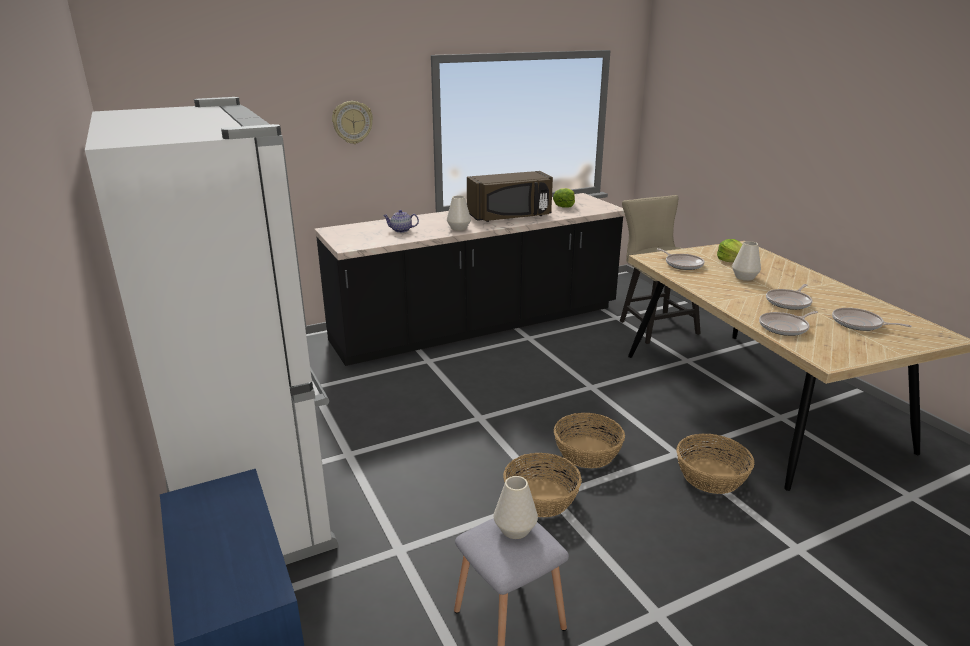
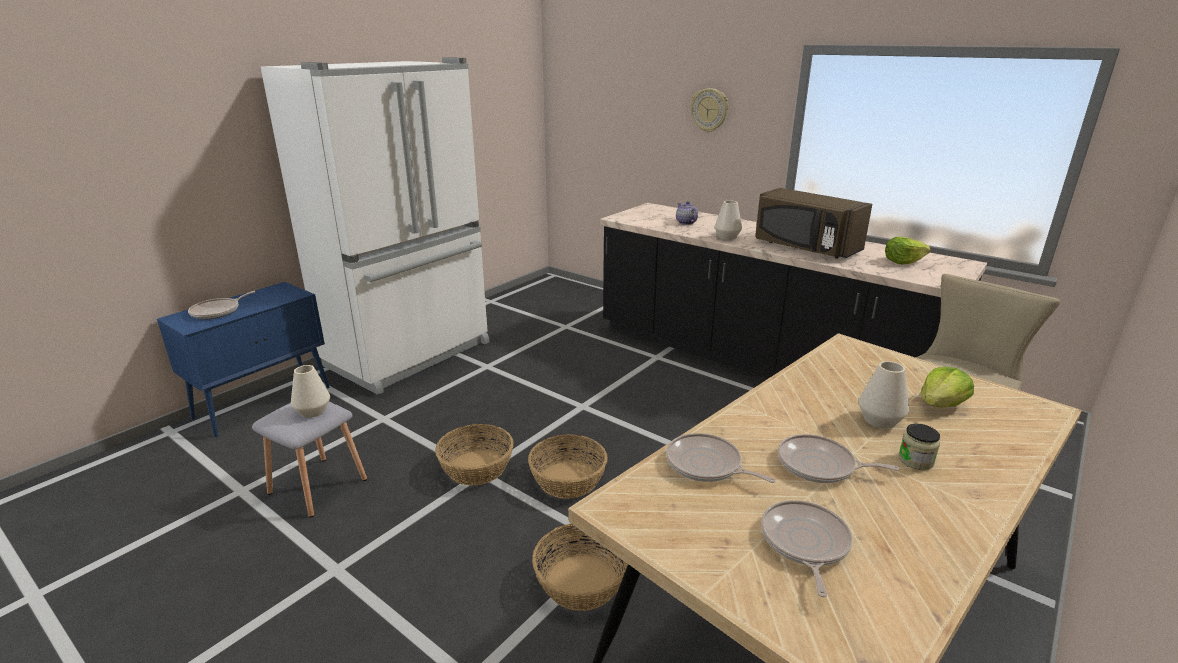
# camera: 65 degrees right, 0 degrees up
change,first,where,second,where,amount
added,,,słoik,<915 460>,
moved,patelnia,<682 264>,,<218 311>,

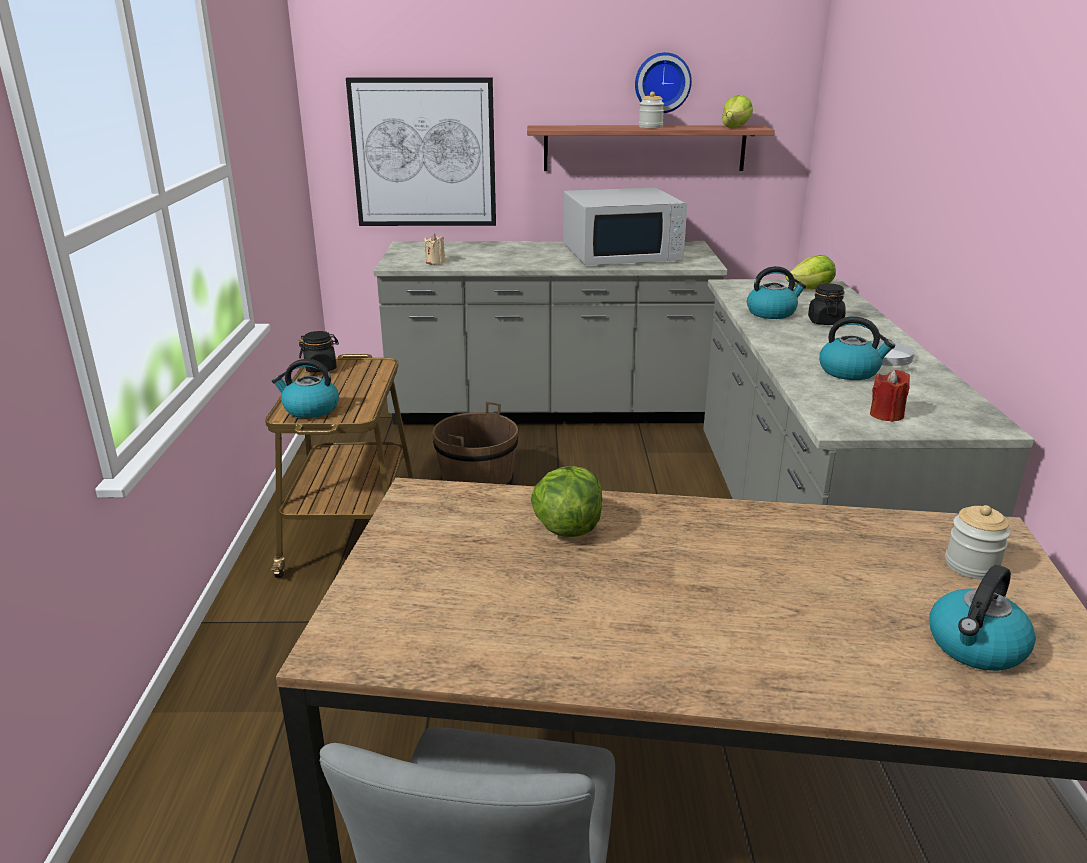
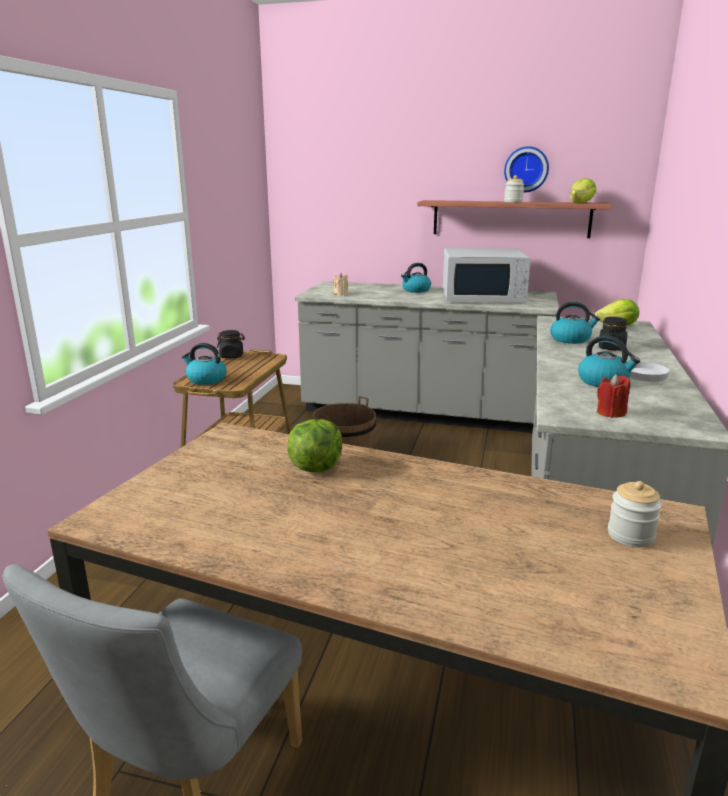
# camera: 15 degrees right, 5 degrees down
change,first,where,second,where,amount
removed,obraz,<424 153>,,,
moved,czajnik,<975 647>,,<416 290>,

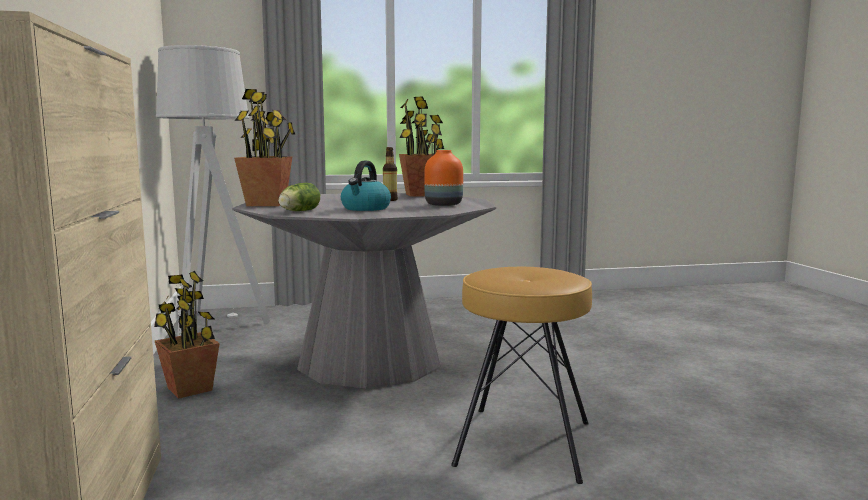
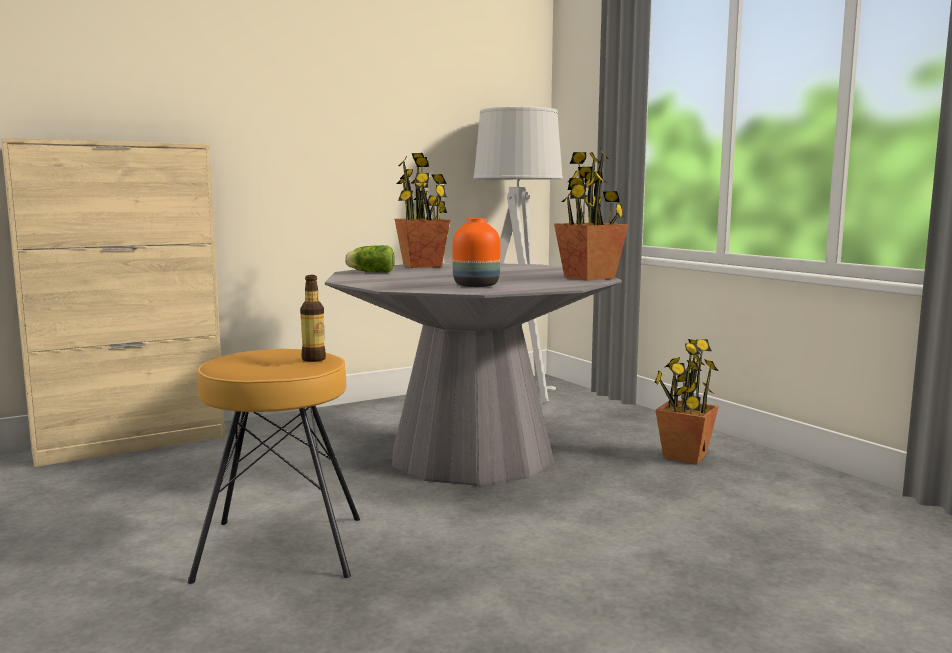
# camera: 70 degrees right, 0 degrees up
change,first,where,second,where,amount
removed,czajnik,<365 208>,,,
moved,roślina doniczkowa,<190 389>,,<684 456>,
moved,butelka,<390 200>,,<314 359>,

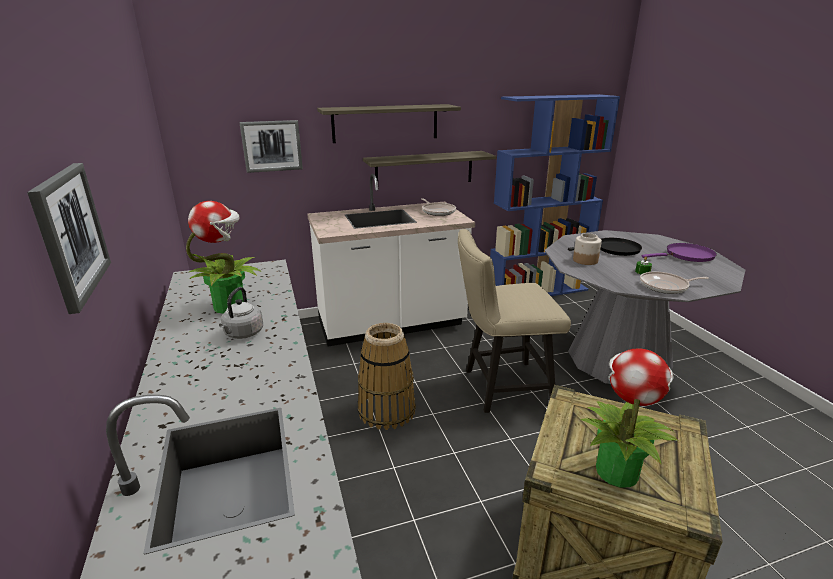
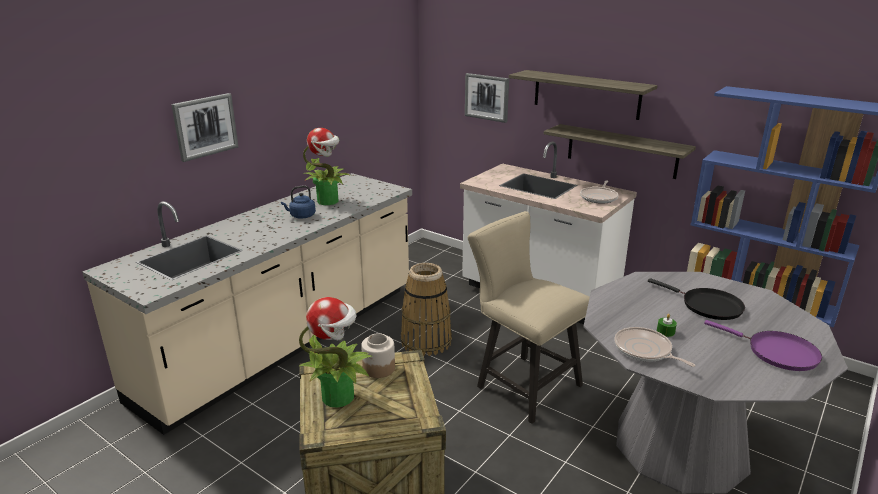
# camera: 55 degrees right, 0 degrees up
change,first,where,second,where,amount
moved,słoik,<585 260>,,<378 368>,
recoloured,czajnik (szary),<243 334>,czajnik (niebieski),<301 216>,

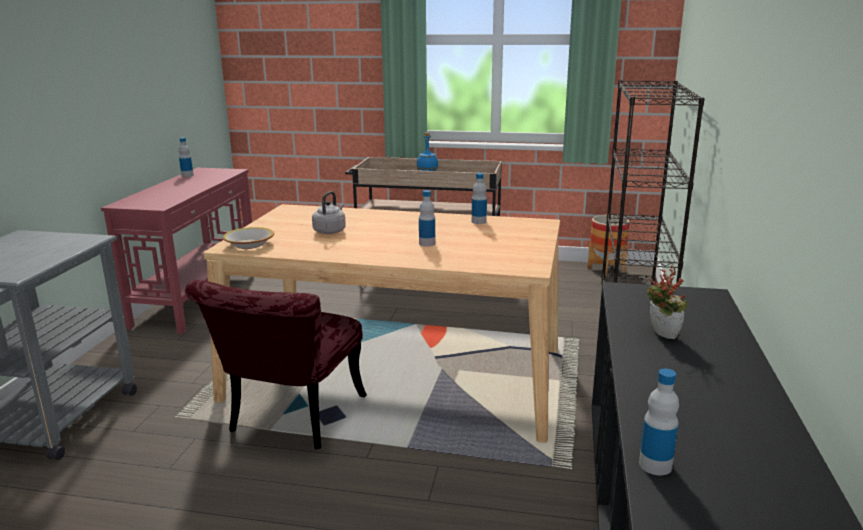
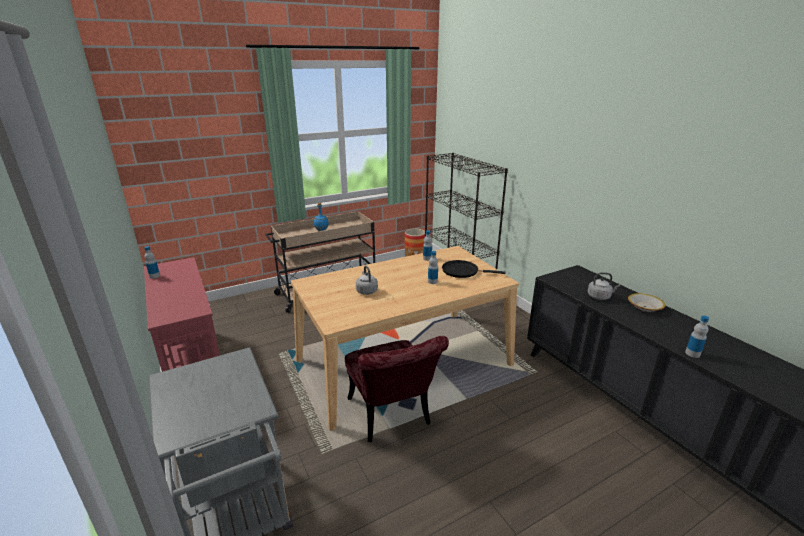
# camera: 40 degrees left, 5 degrees up
change,first,where,second,where,amount
added,,,patelnia (czarny),<462 271>,
moved,miska,<250 244>,,<644 307>,
replaced,roślina doniczkowa,<661 335>,czajnik (szary),<600 297>,

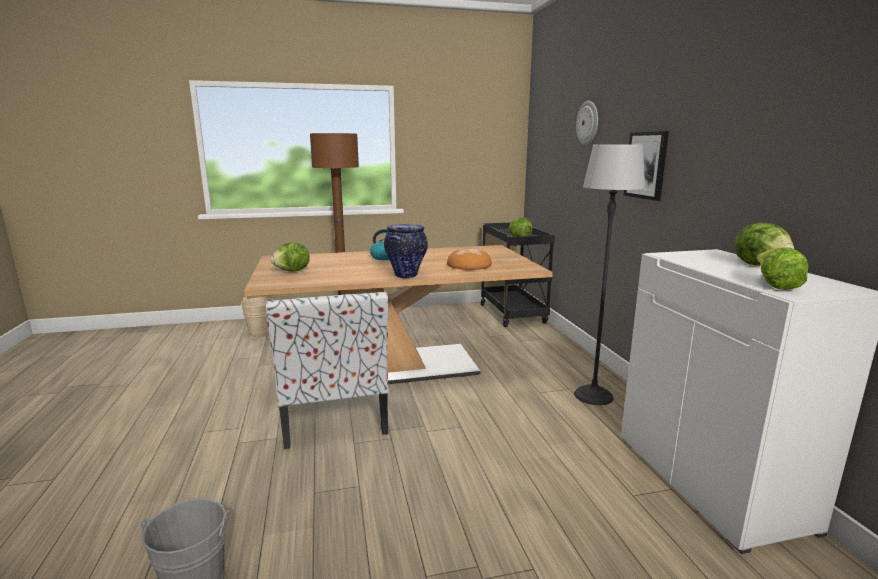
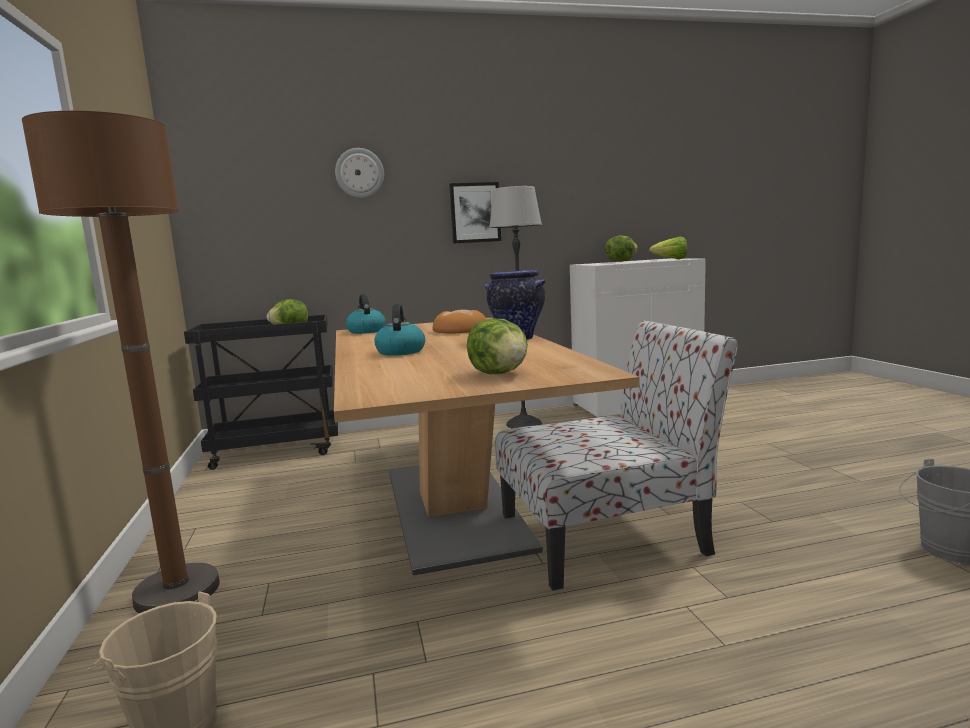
# camera: 90 degrees left, 5 degrees down
change,first,where,second,where,amount
added,,,czajnik,<366 331>,

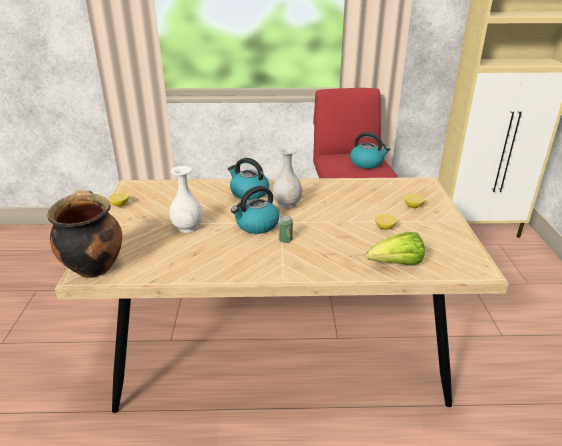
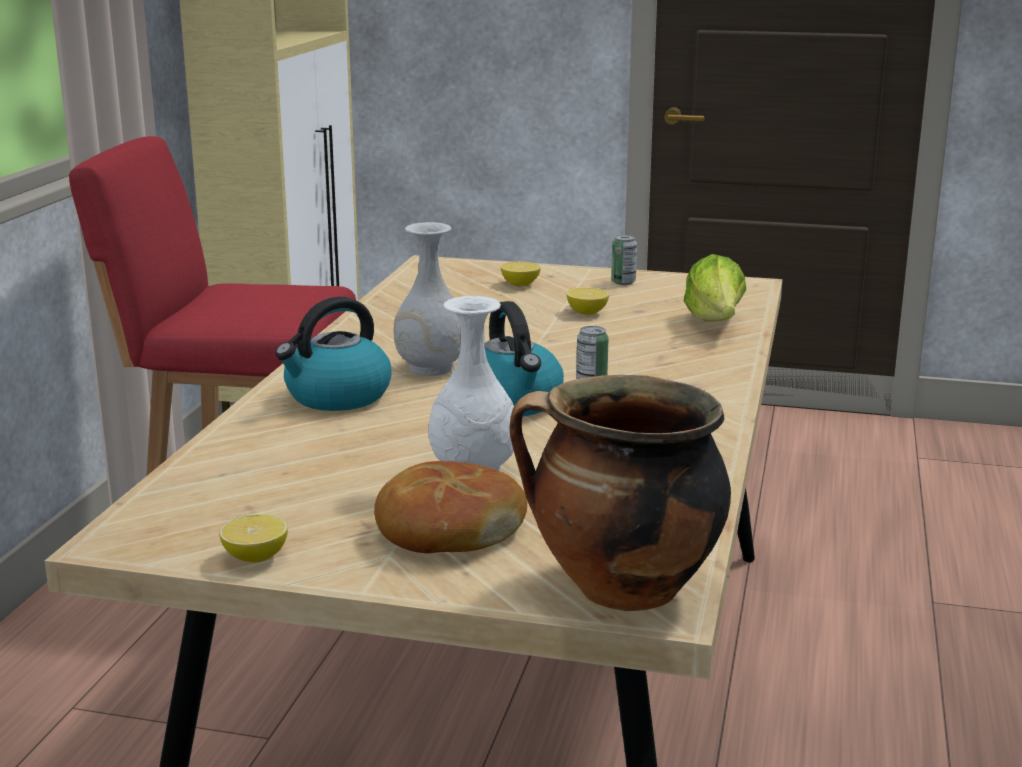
# camera: 75 degrees left, 10 degrees down
change,first,where,second,where,amount
removed,czajnik,<367 163>,,,
added,,,chleb,<448 530>,
added,,,puszka,<623 282>,

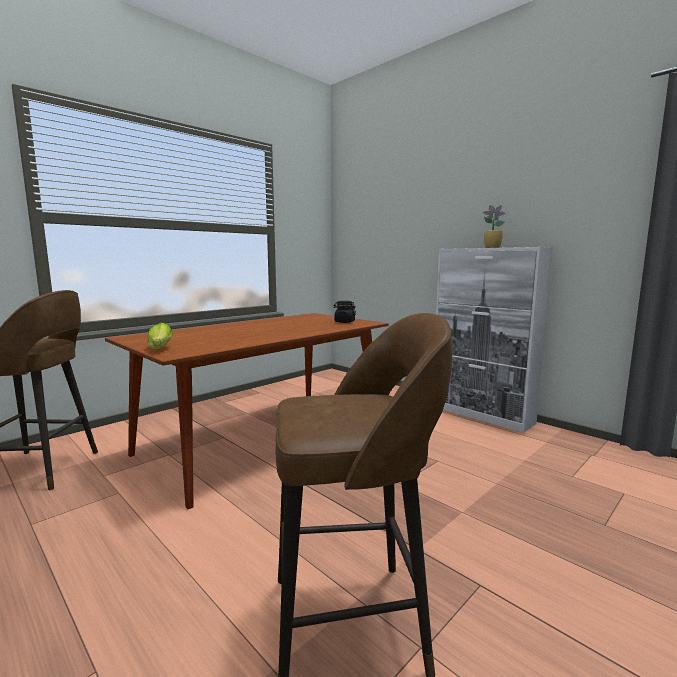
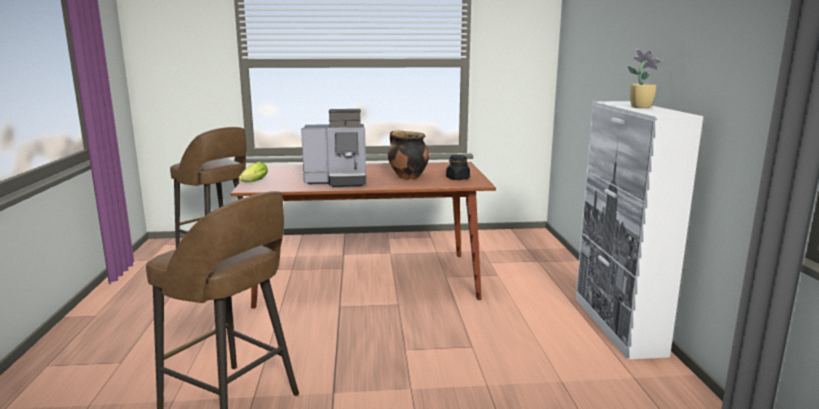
# camera: 40 degrees right, 5 degrees up
change,first,where,second,where,amount
added,,,ekspres do kawy,<338 181>,
added,,,garnek,<407 177>,

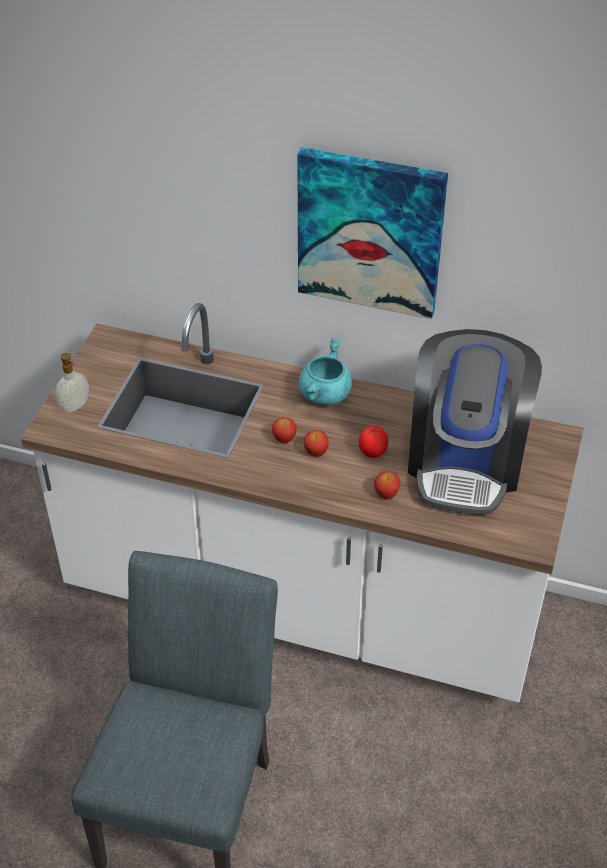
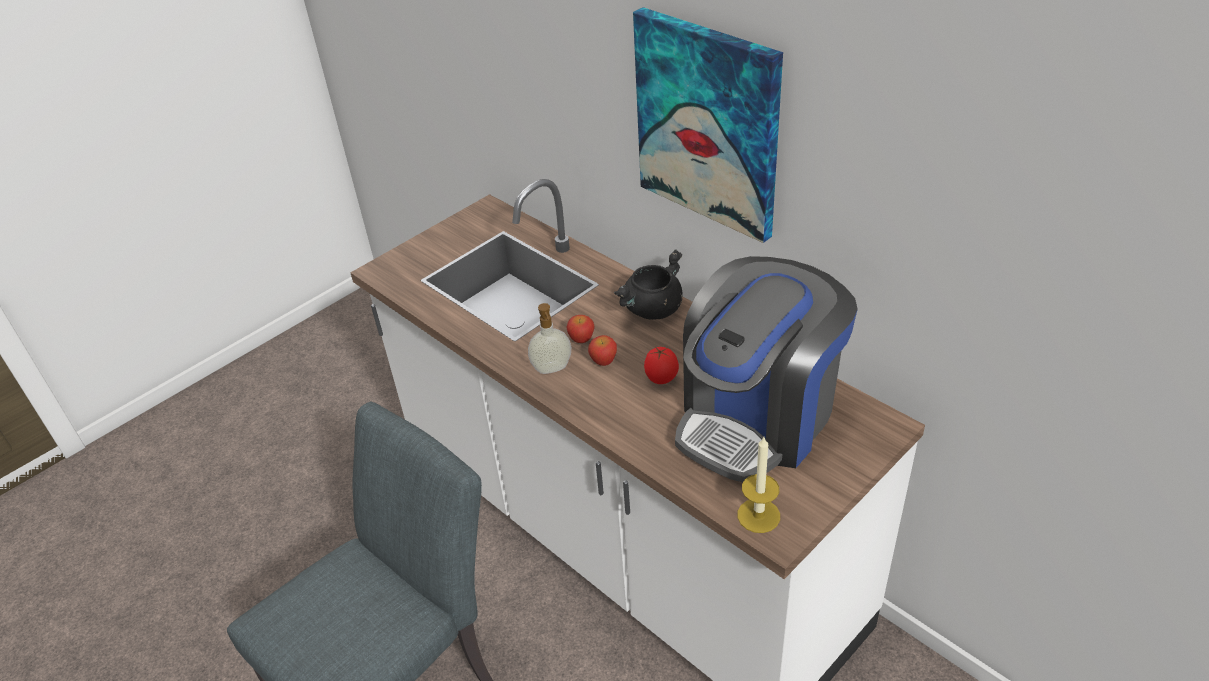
# camera: 30 degrees right, 5 degrees down
change,first,where,second,where,amount
removed,jabłko,<386 493>,,,
added,,,świeca,<758 515>,
moved,dozownik mydła,<75 406>,,<552 369>,
recoloured,garnek (turkusowy),<325 395>,garnek (czarny),<652 310>,

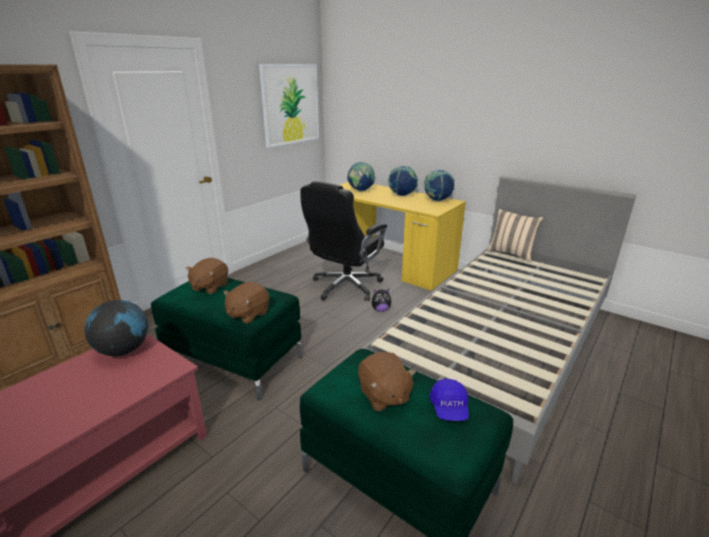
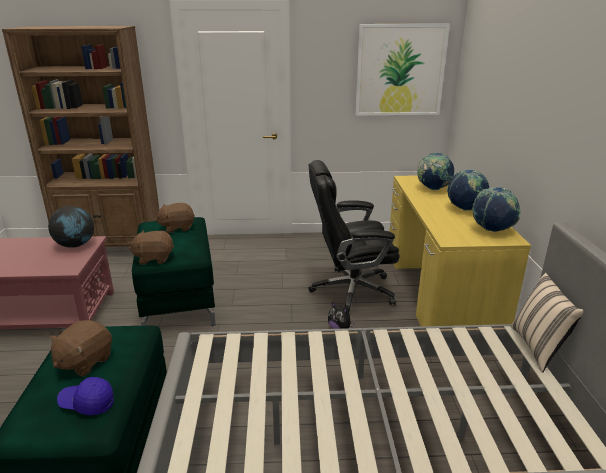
# camera: 50 degrees right, 0 degrees up
change,first,where,second,where,amount
turned,czapka z daszkiem (niebieski),<449 408>,,<87 403>,45 degrees clockwise

